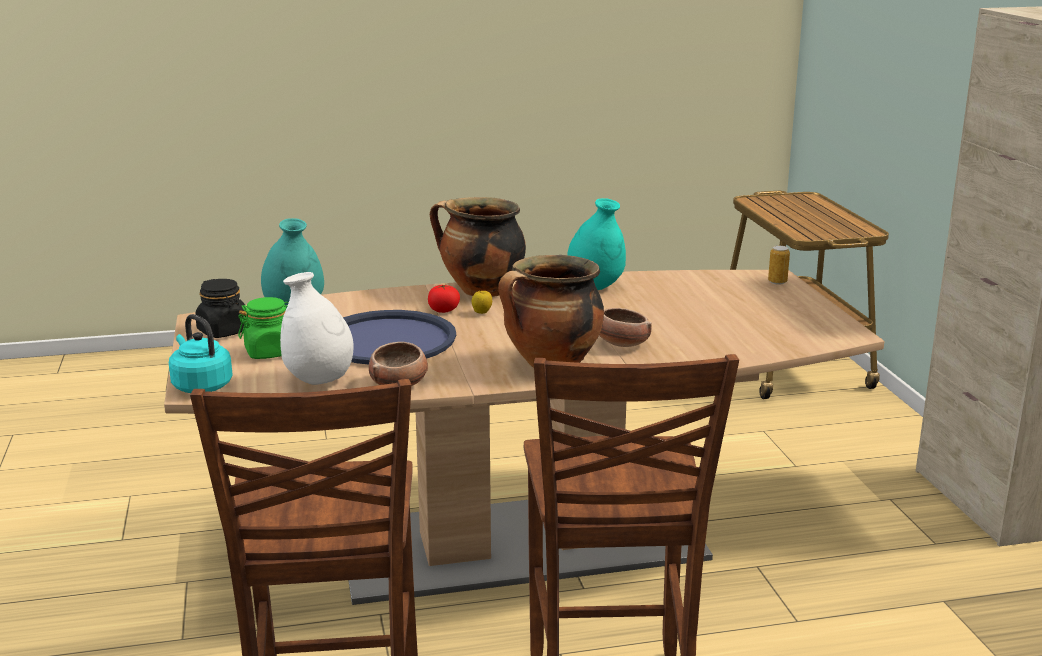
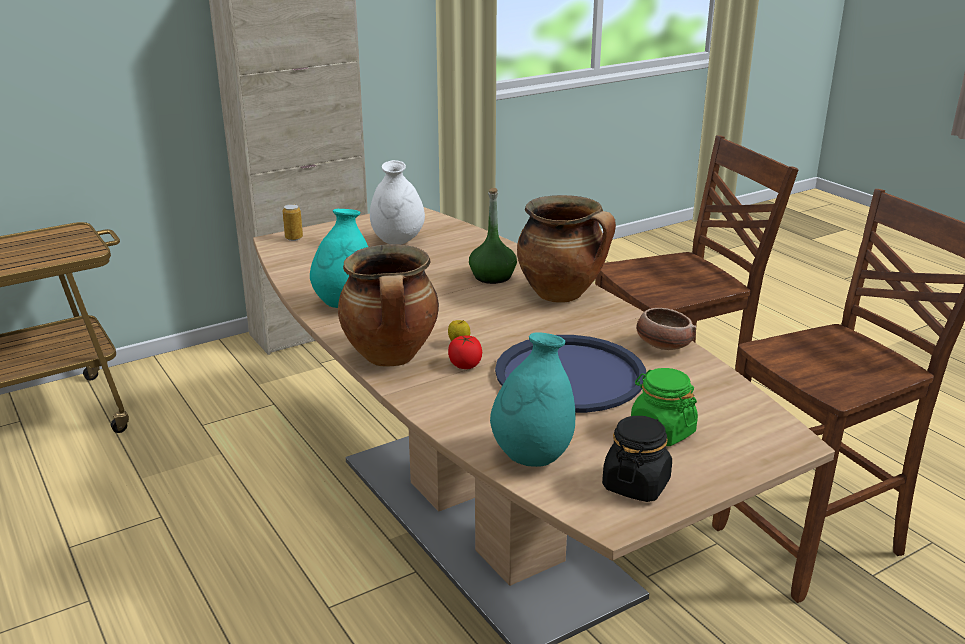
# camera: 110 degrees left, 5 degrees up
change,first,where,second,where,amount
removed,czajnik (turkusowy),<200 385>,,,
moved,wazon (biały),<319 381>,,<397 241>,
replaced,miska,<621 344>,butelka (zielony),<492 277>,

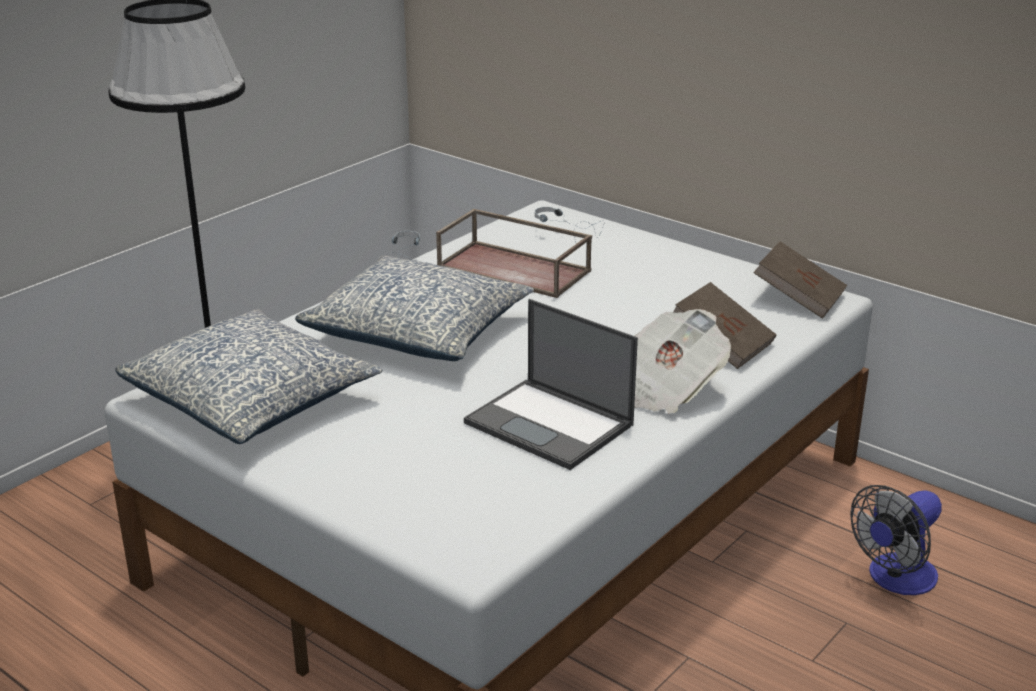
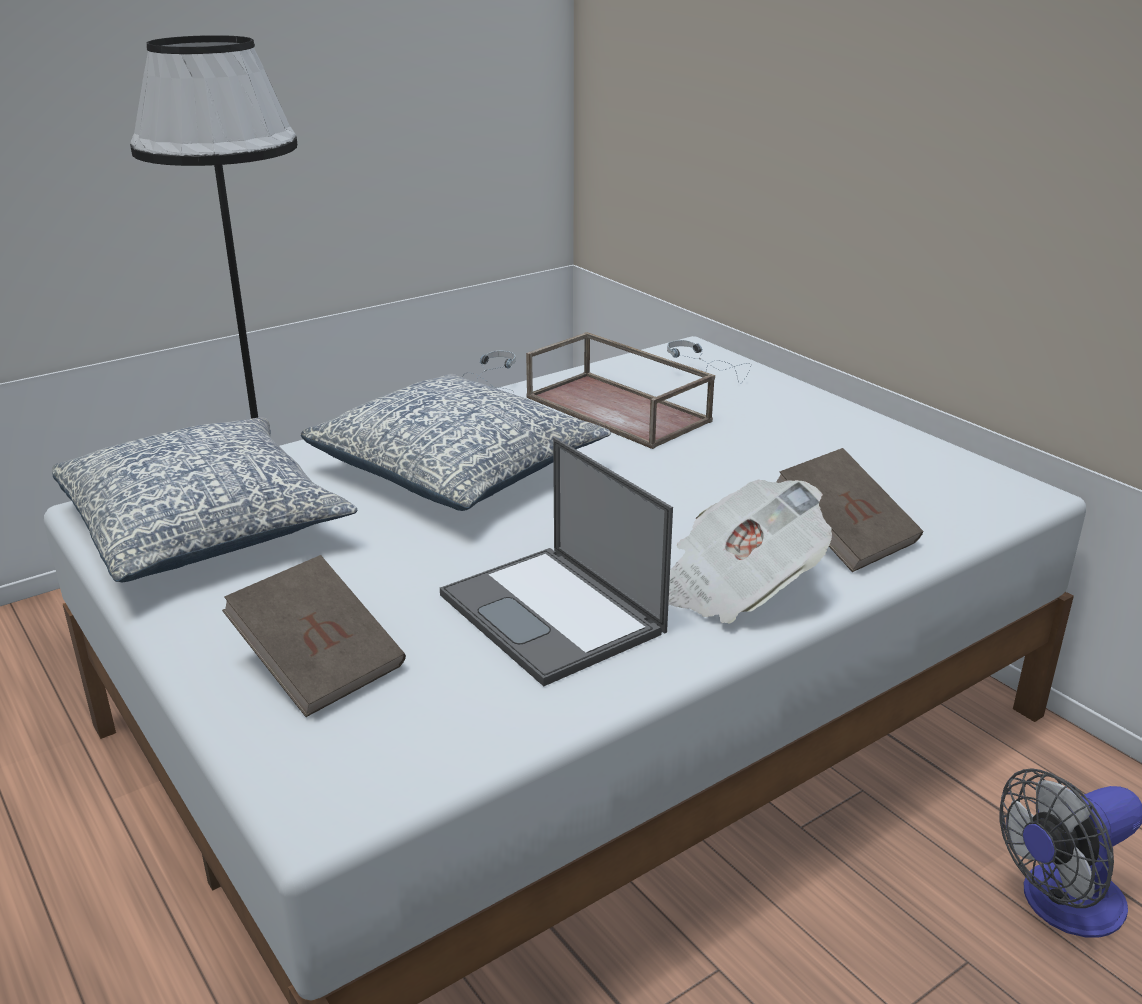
# camera: 15 degrees right, 0 degrees up
change,first,where,second,where,amount
moved,książka (brązowy),<798 299>,,<319 664>,

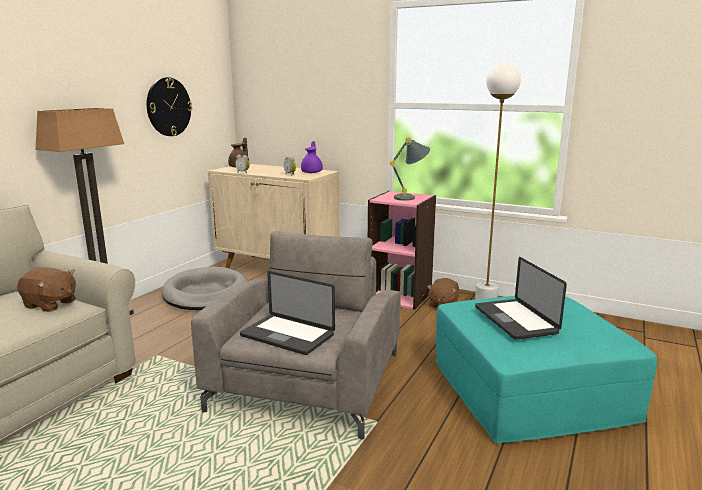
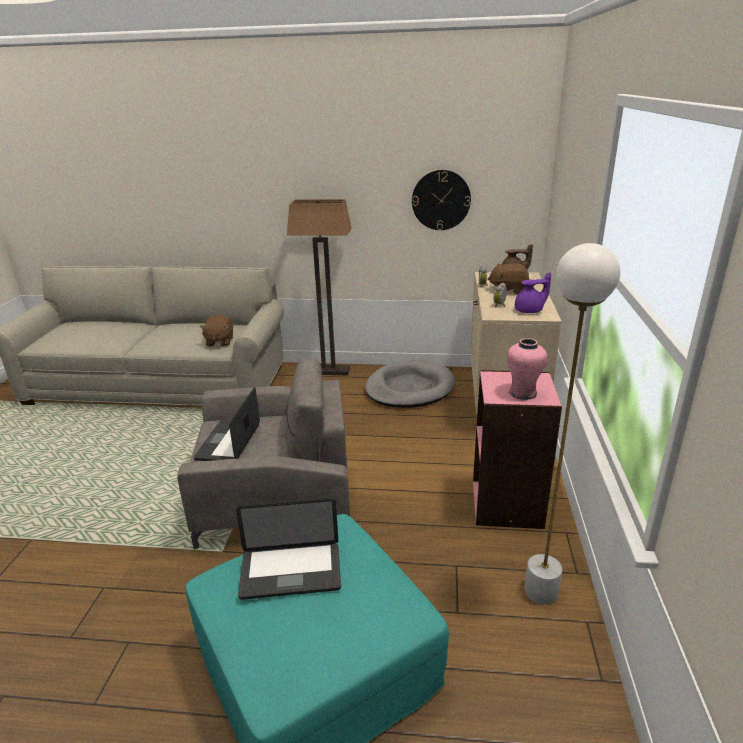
# camera: 70 degrees right, 10 degrees up
change,first,where,second,where,amount
moved,pluszak (brązowy),<443 304>,,<508 290>,
replaced,lampa stołowa (szary),<411 197>,wazon (różowy),<522 393>,
turned,laptop,<515 320>,,<291 572>,150 degrees counterclockwise

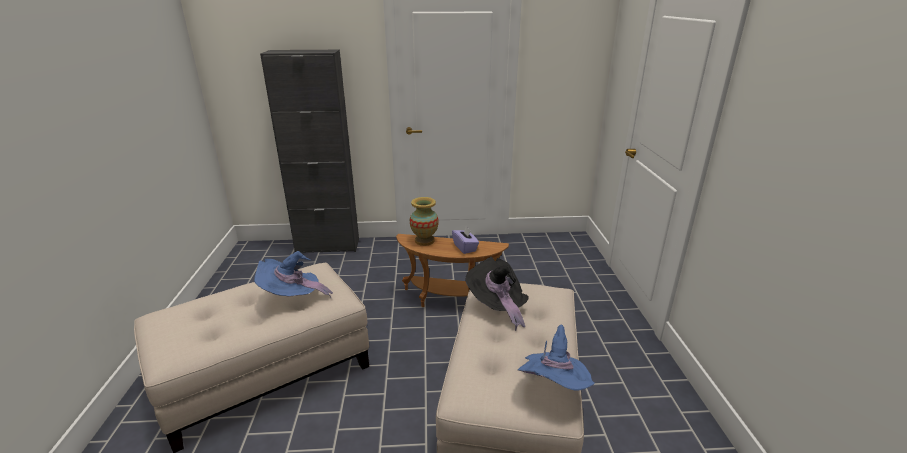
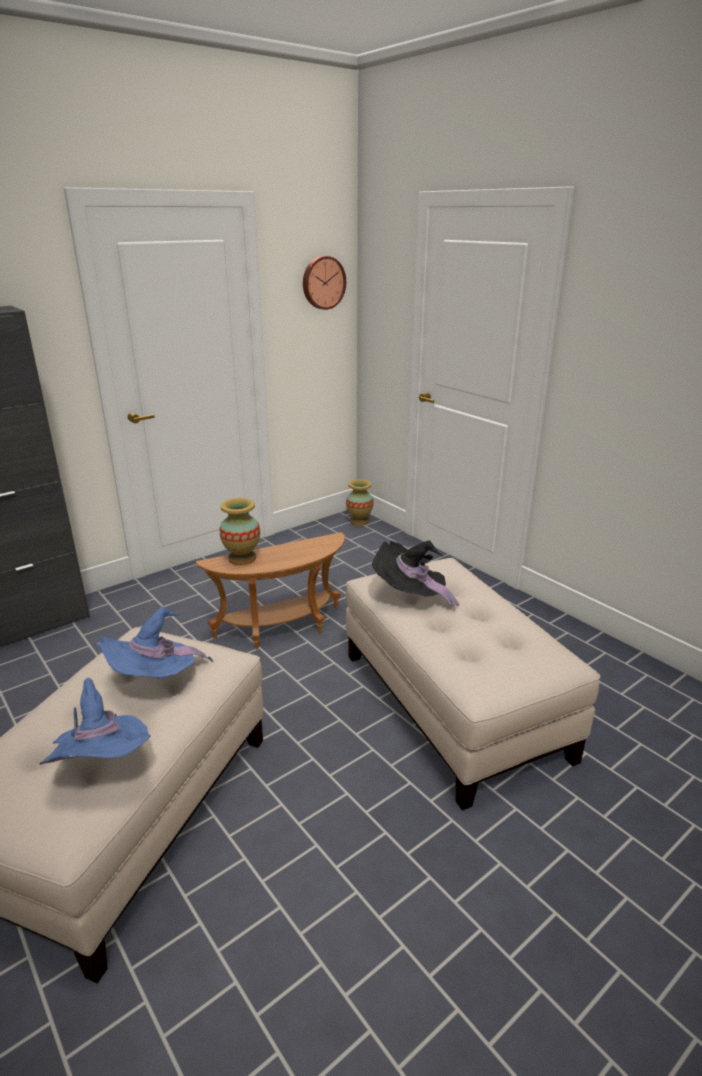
# camera: 35 degrees left, 0 degrees up
change,first,where,second,where,amount
removed,pudełko chusteczek (fioletowy),<465 247>,,,
added,,,zegar ścienny,<323 282>,
added,,,wazon,<359 521>,
moved,kapelusz (niebieski),<553 389>,,<104 767>,

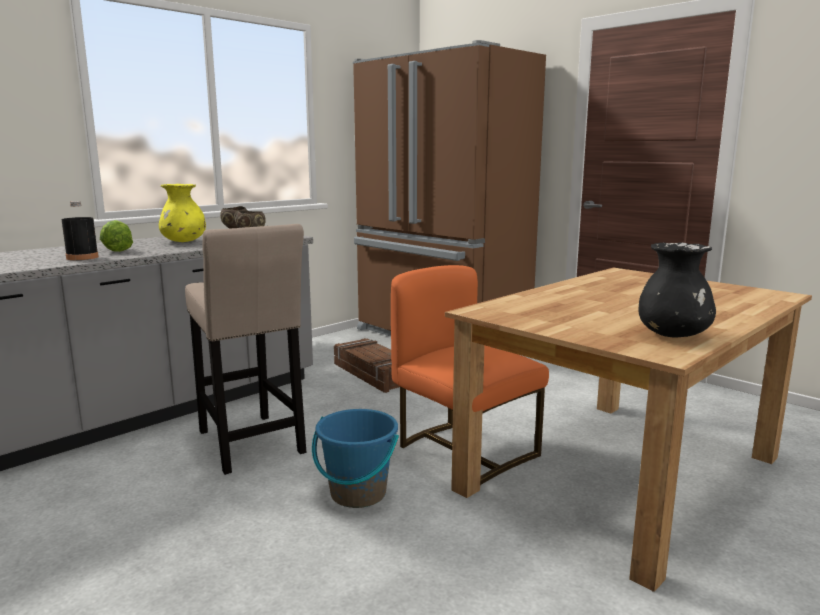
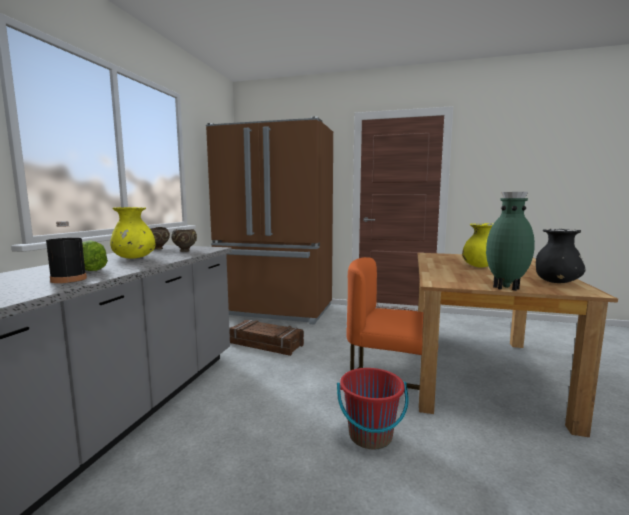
# camera: 30 degrees left, 5 degrees down
change,first,where,second,where,amount
removed,stołek (beżowy),<251 445>,,,
added,,,wazon (żółty),<479 266>,
added,,,wazon (zielony),<506 287>,
recoloured,wiadro (niebieski),<358 494>,wiadro (czerwony),<370 436>,

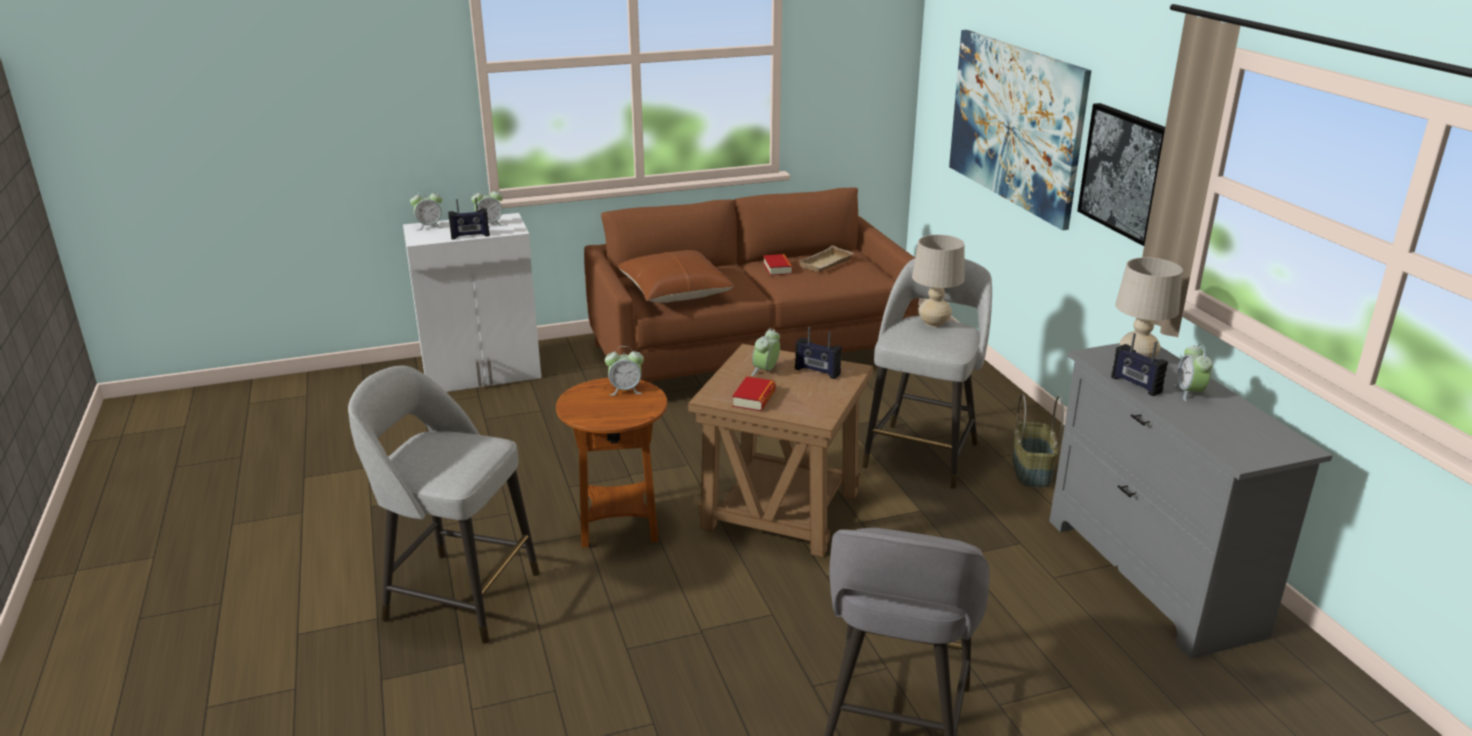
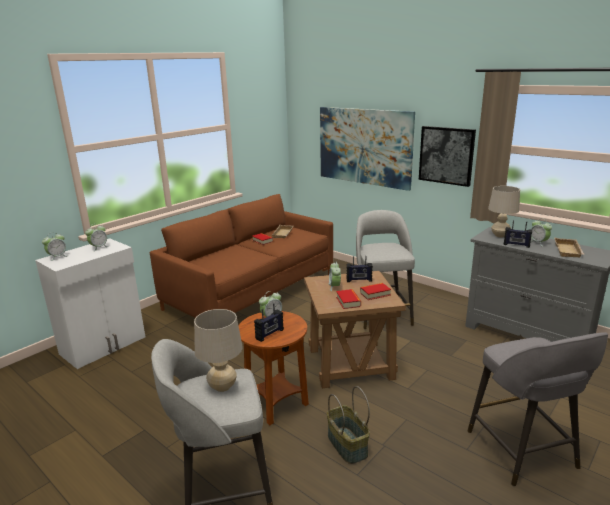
# camera: 30 degrees left, 5 degrees down
change,first,where,second,where,amount
removed,poduszka (brązowy),<675 291>,,,
added,,,książka,<375 294>,
added,,,taca (beżowy),<569 251>,
moved,radio,<470 236>,,<270 334>,
moved,lampa stołowa (beżowy),<934 323>,,<222 386>,
moved,koszyk,<1030 470>,,<346 445>,

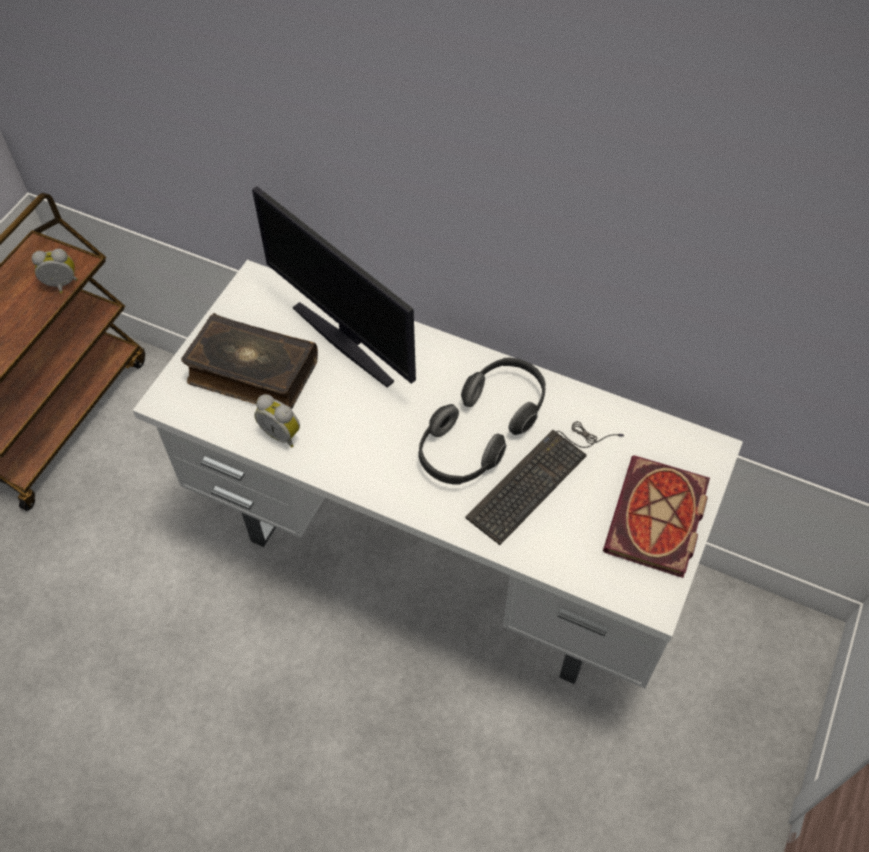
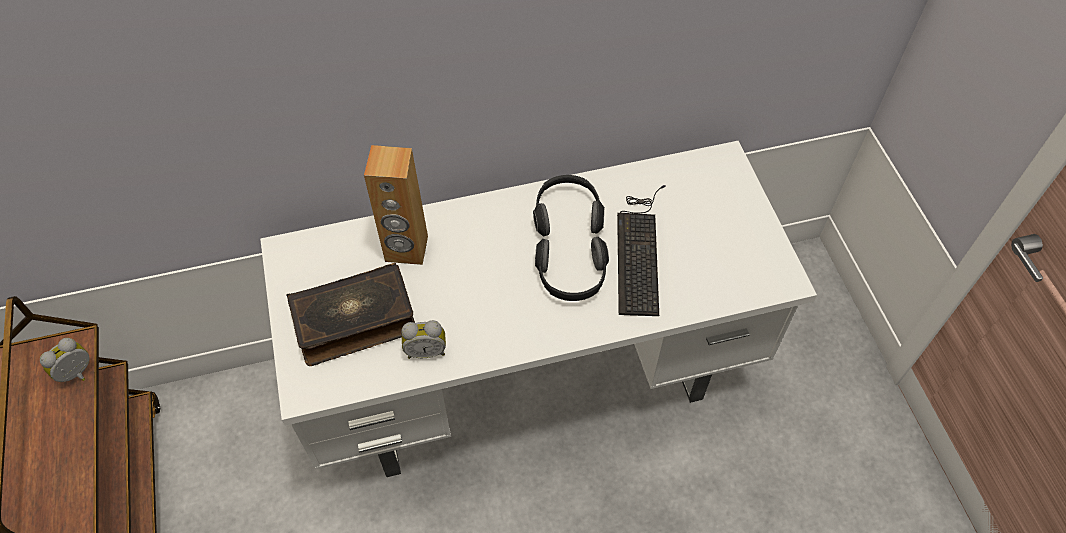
# camera: 40 degrees left, 0 degrees up
change,first,where,second,where,amount
removed,książka,<658 521>,,,
replaced,monitor,<345 341>,głośnik (brązowy),<406 249>,

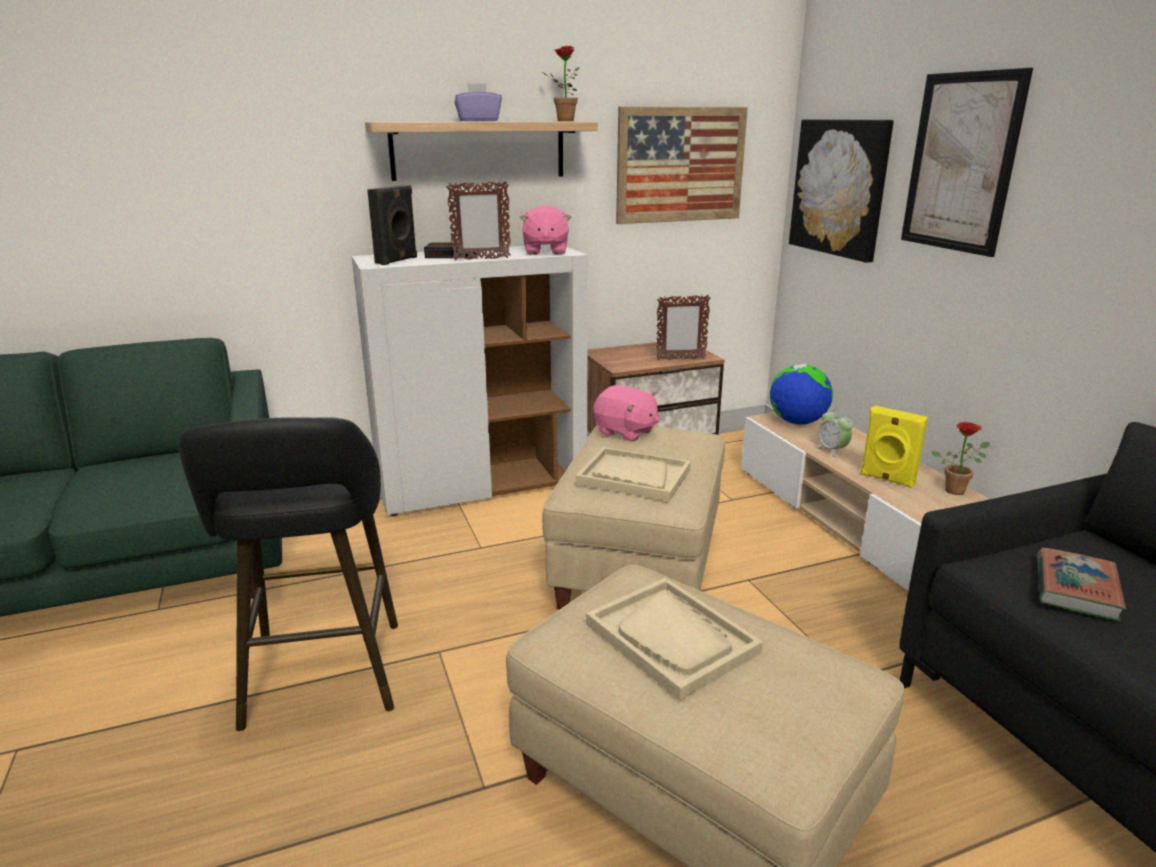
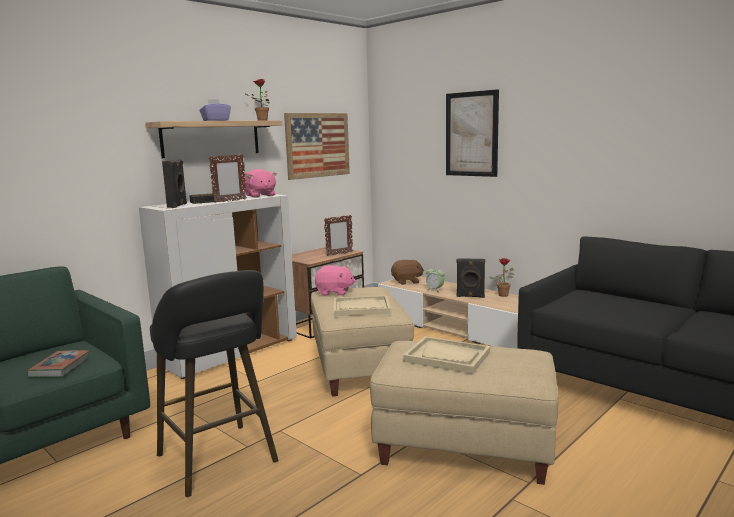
# camera: 25 degrees left, 10 degrees down
change,first,where,second,where,amount
removed,obraz,<839 188>,,,
moved,książka,<1075 589>,,<60 367>,
replaced,globus,<797 422>,pluszak (brązowy),<407 282>,
recoloured,głośnik (żółty),<887 479>,głośnik (czarny),<470 296>,

